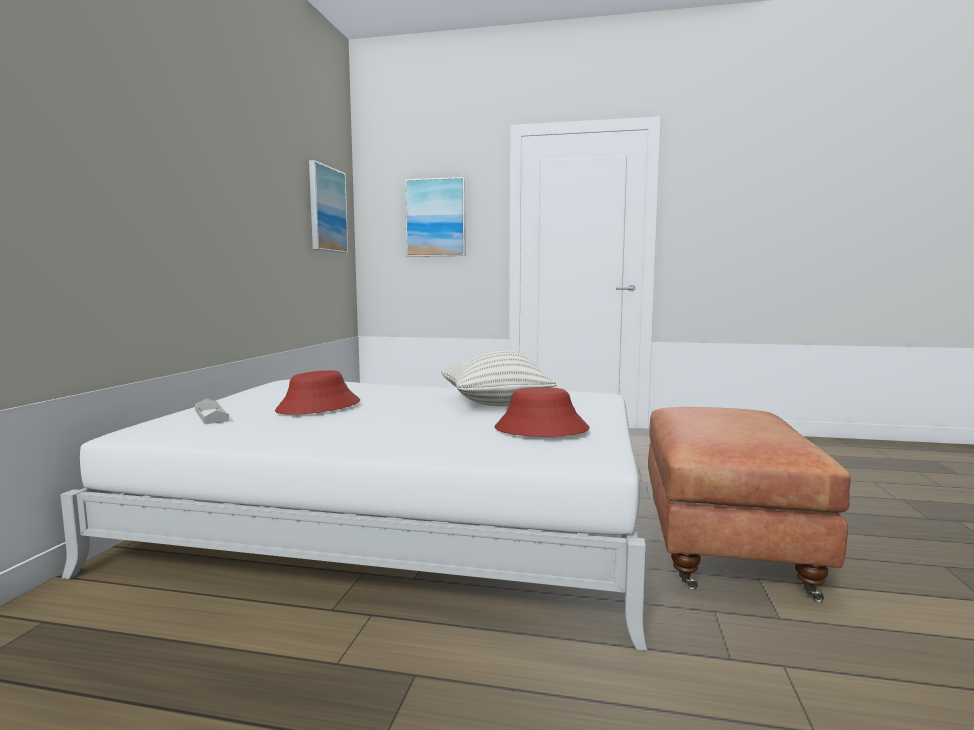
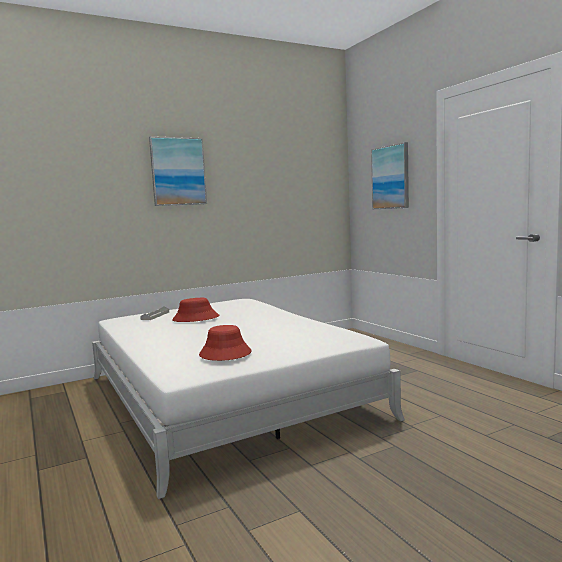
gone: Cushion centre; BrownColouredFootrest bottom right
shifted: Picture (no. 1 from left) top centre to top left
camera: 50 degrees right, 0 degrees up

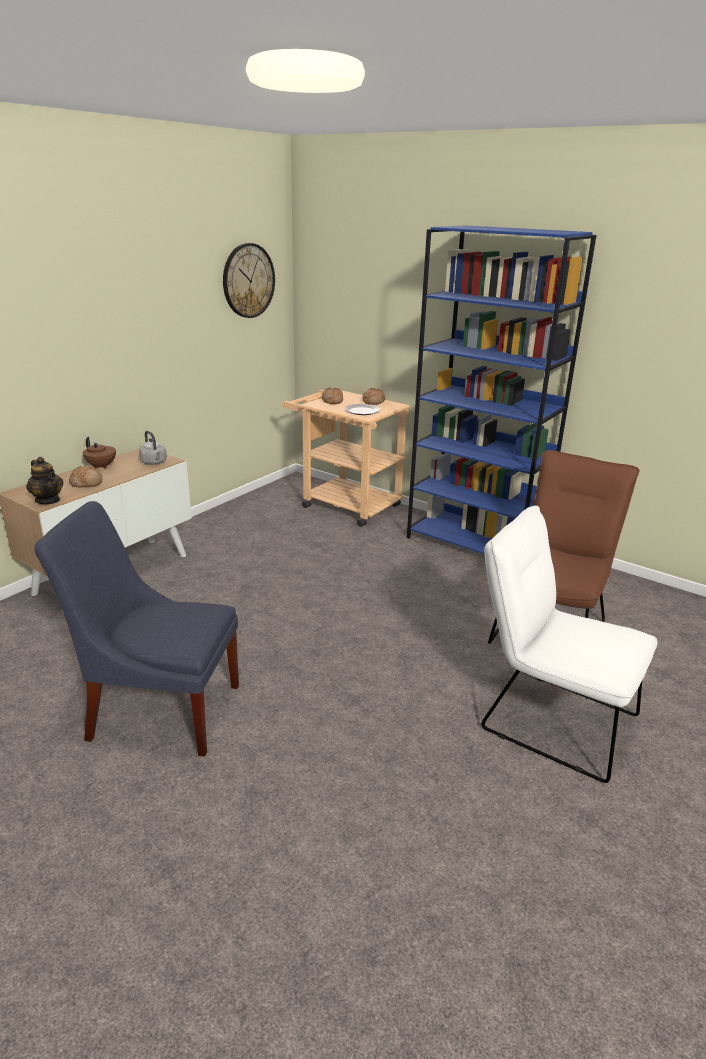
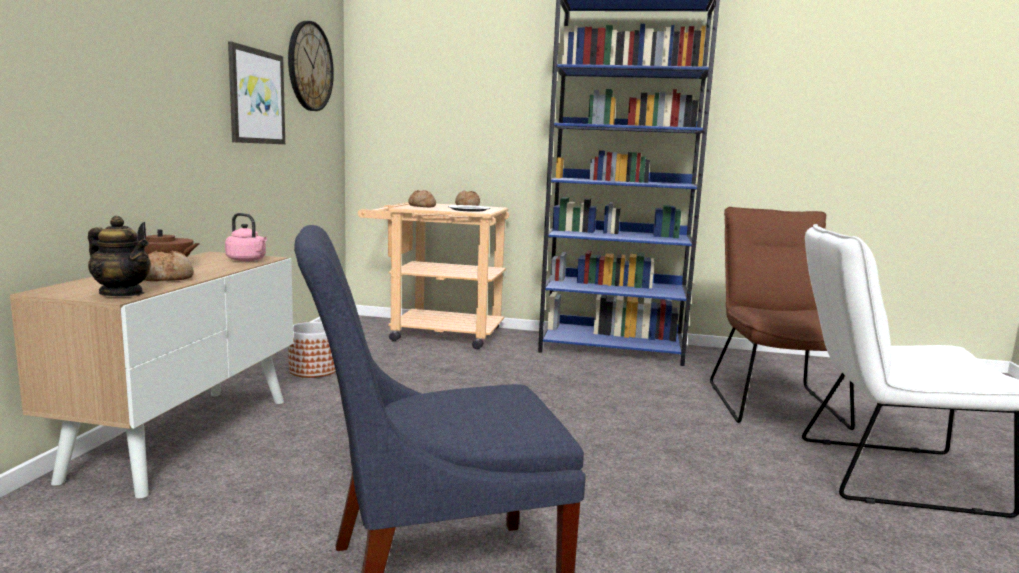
new: Picture top left; Planter middle left
repainted: GreyishKettle middle left to PinkColouredKettle middle left
camera: 25 degrees left, 15 degrees down

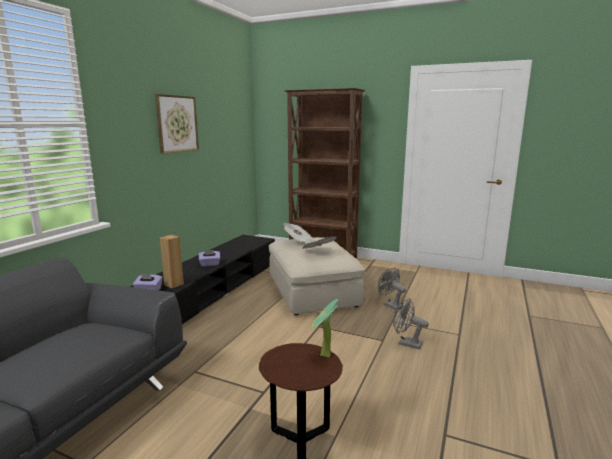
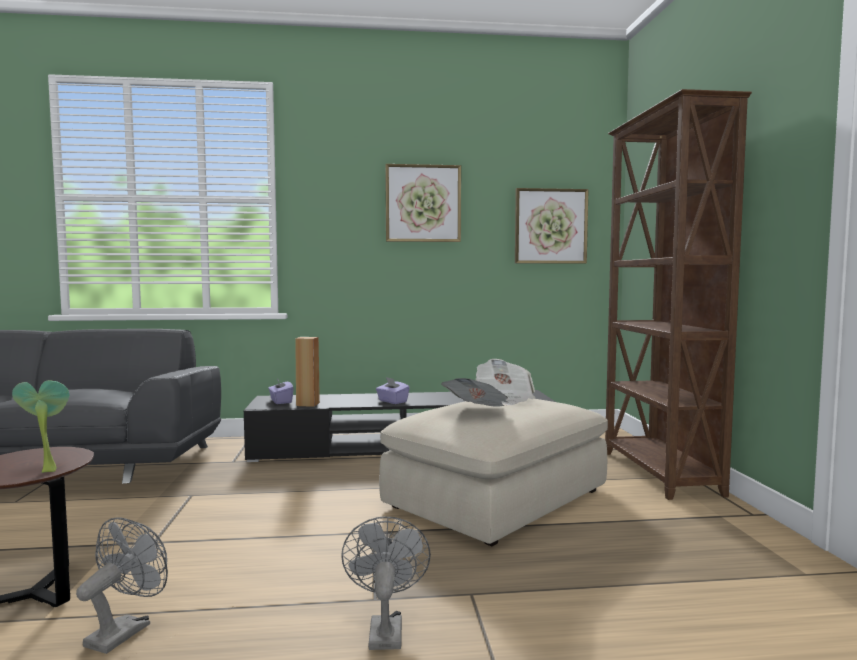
new: Picture (no. 2 from left) centre
shifted: GreyishFan (no. 1 from left) centre to bottom left
camera: 60 degrees right, 10 degrees down

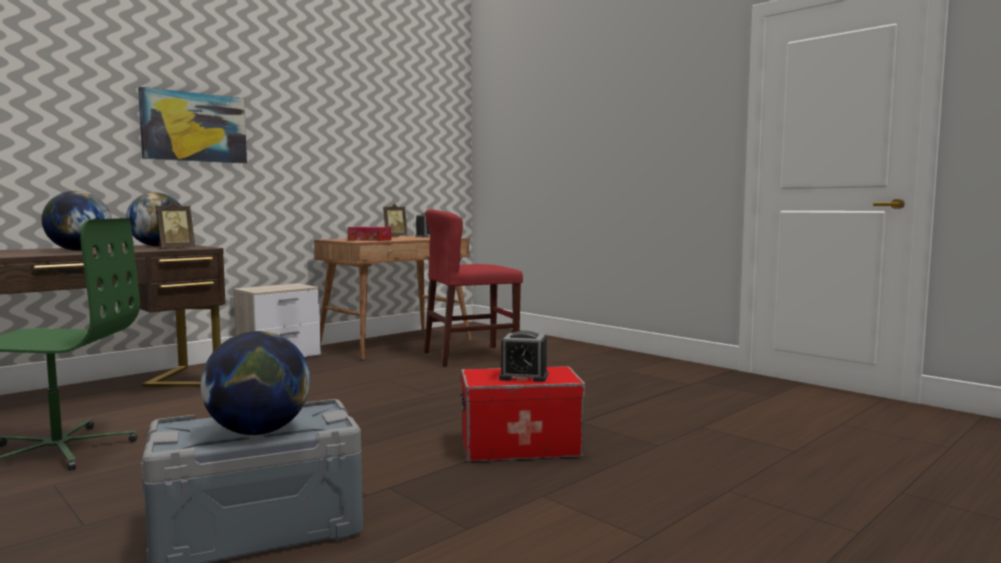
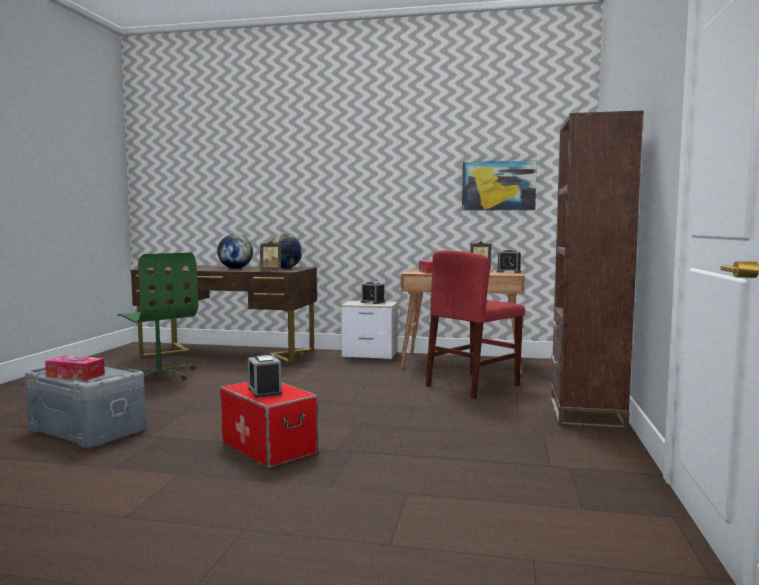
new: TableClock (no. 2 from left) centre; BrownColouredBookshelf middle right
shifted: Picture top left to top centre
swapped: Globe (no. 3 from left) bottom left to TissueBox (no. 1 from left) middle left
rotated: ReddishChair centre = centre 75 degrees counterclockwise
camera: 55 degrees right, 0 degrees up

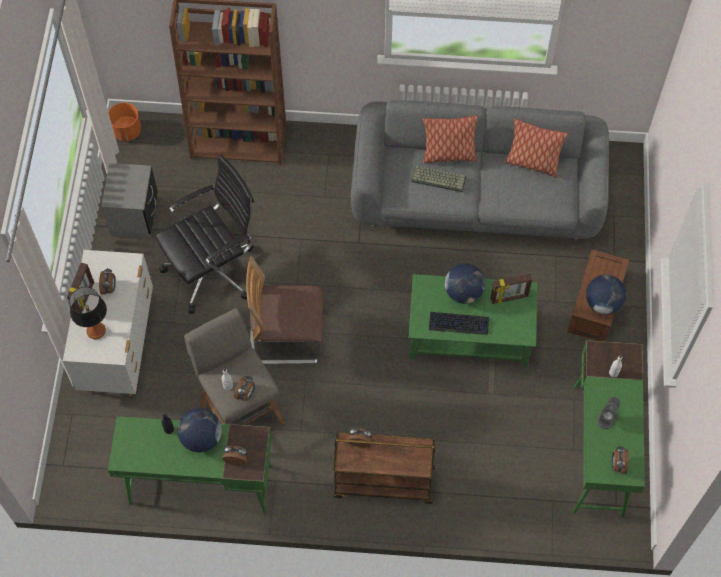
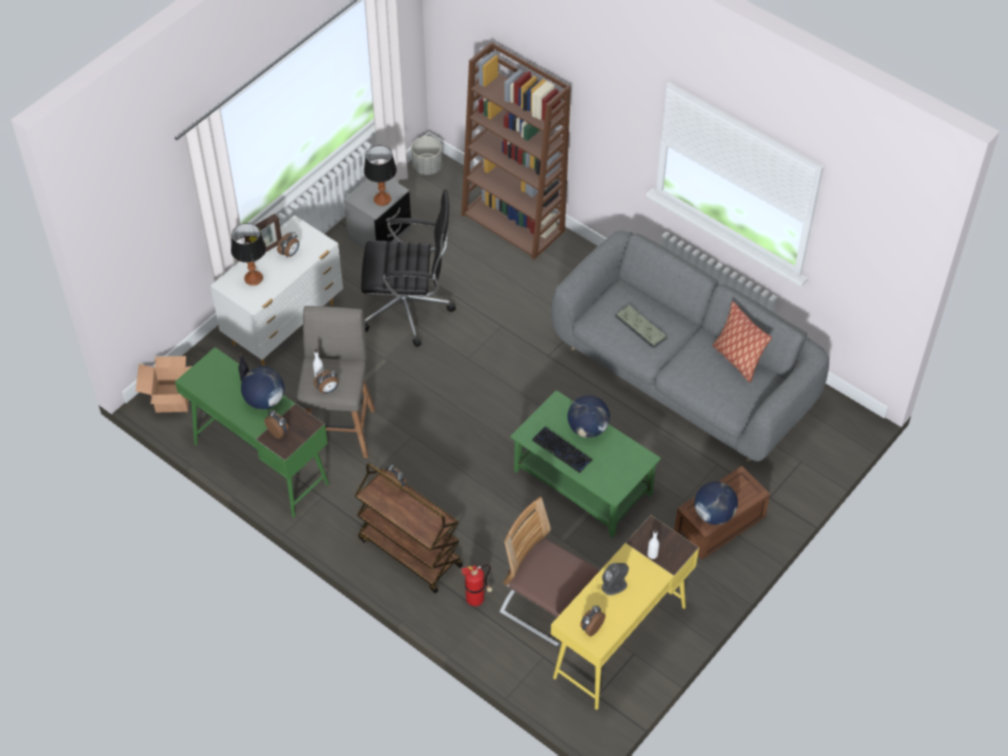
gone: Cushion (no. 1 from left) top centre; PhotoFrame (no. 2 from left) middle right
new: Carton middle left; TabletopLamp (no. 2 from left) top centre; Extinguisher bottom centre
shifted: Chair centre to bottom centre
repainted: OrangePlanter top left to GreyishPlanter top centre; GreenColouredDesk (no. 2 from left) bottom right to YellowDesk bottom centre
camera: 35 degrees right, 10 degrees down

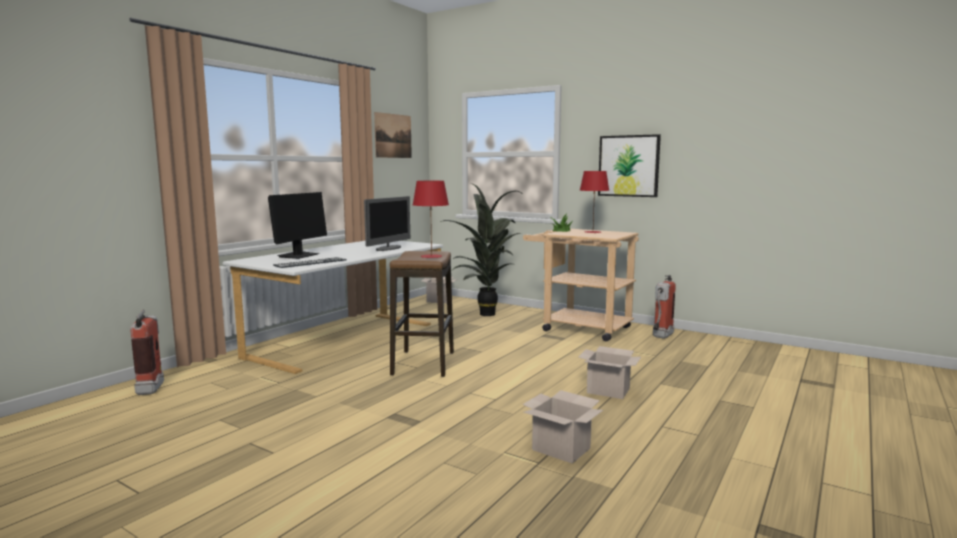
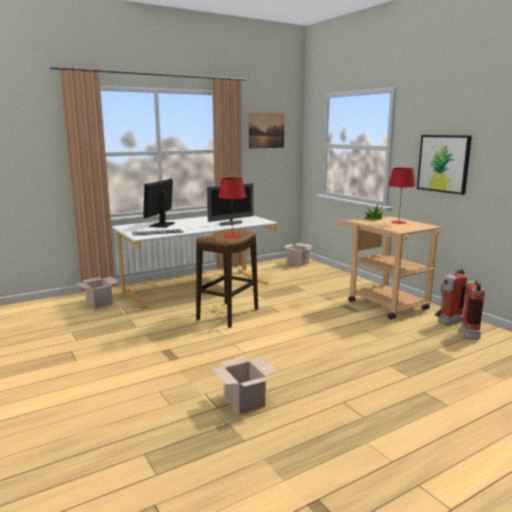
gone: Houseplant (no. 1 from left) centre
shifted: Extinguisher (no. 1 from left in the first image) middle left to Extinguisher (no. 2 from left) middle right; Carton (no. 3 from left in the first image) bottom centre to Carton (no. 1 from left) middle left
rotated: ComputerDisplay (no. 1 from left) middle left = middle left 150 degrees clockwise
camera: 25 degrees right, 5 degrees up

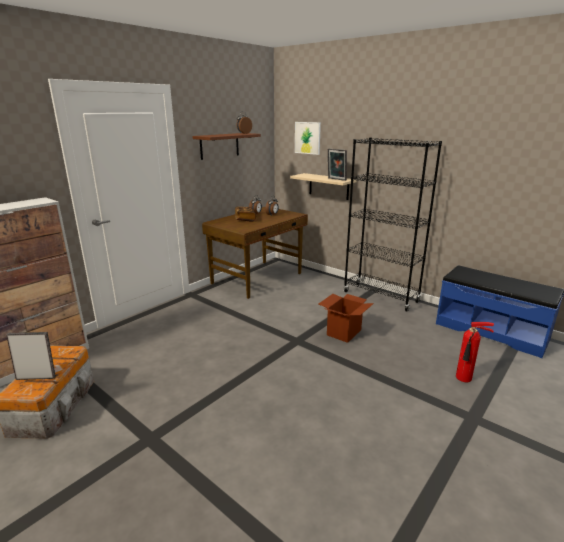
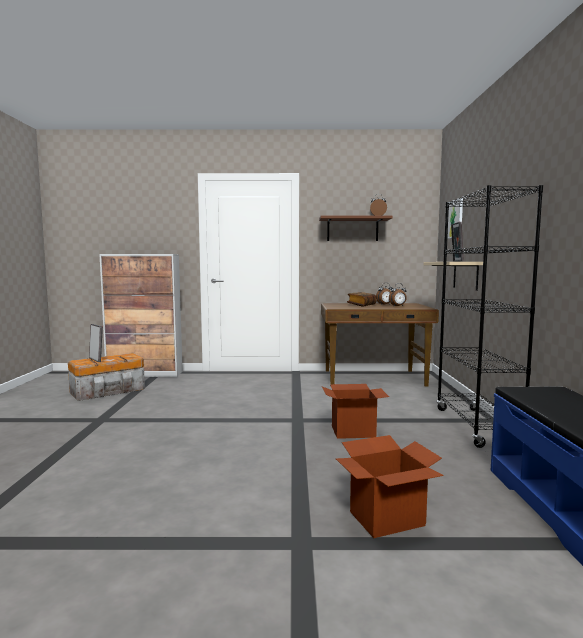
swapped: Extinguisher middle right to Carton (no. 2 from left) bottom right
camera: 50 degrees right, 15 degrees down

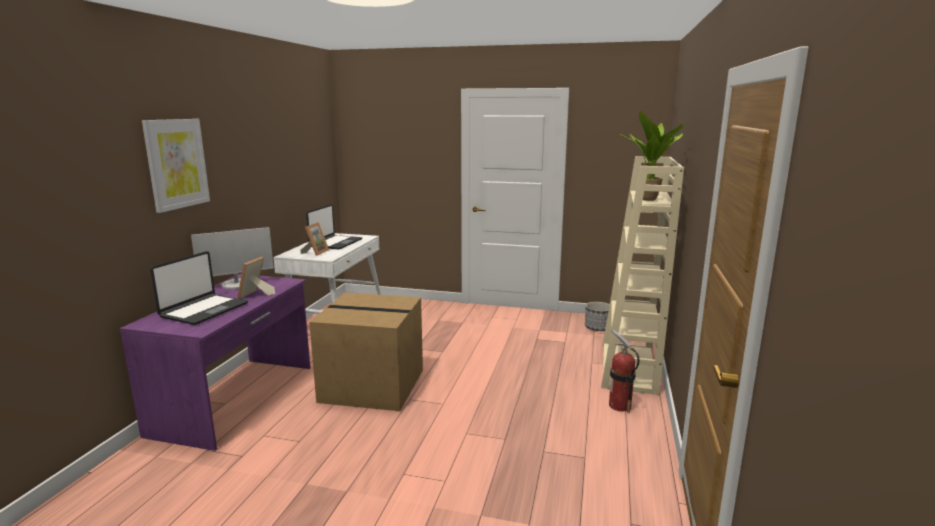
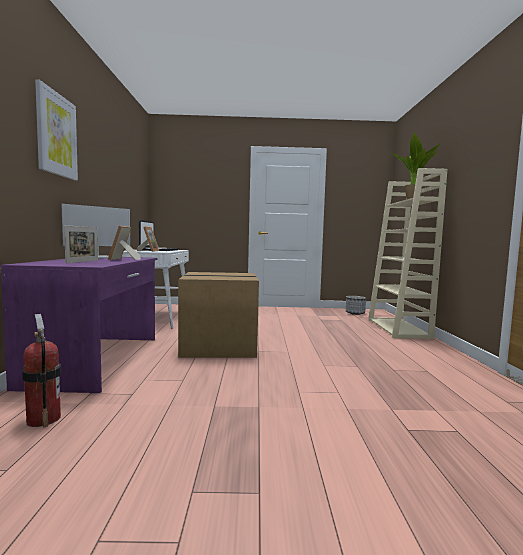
shifted: Extinguisher bottom right to bottom left
swapped: PortableComputer (no. 1 from left) middle left to PhotoFrame (no. 1 from left) middle left
camera: 15 degrees left, 10 degrees down

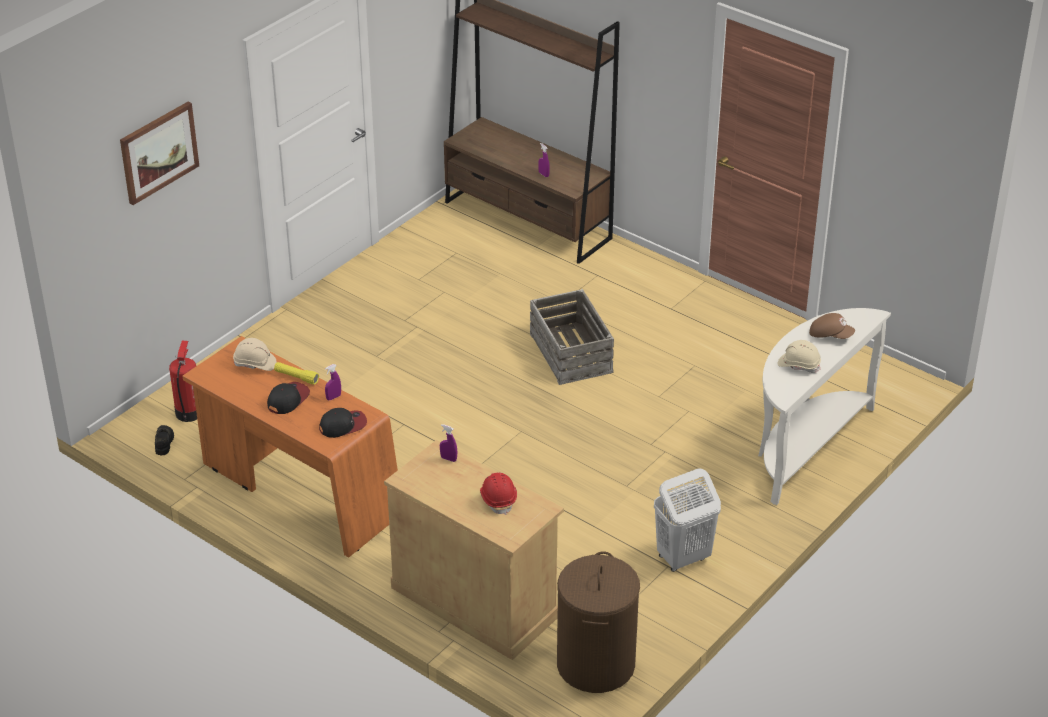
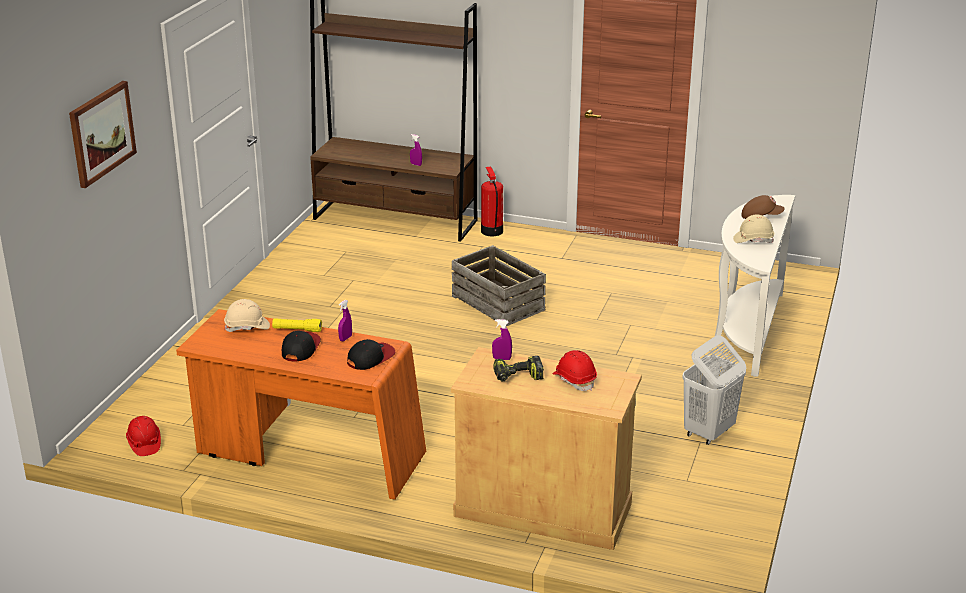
gone: BrownColouredLaundryBasket bottom centre
new: PowerDrill centre
shifted: Extinguisher middle left to centre
swapped: BlackishLowShoe middle left to ReddishWorkHelmet (no. 1 from left) bottom left
camera: 20 degrees left, 10 degrees down

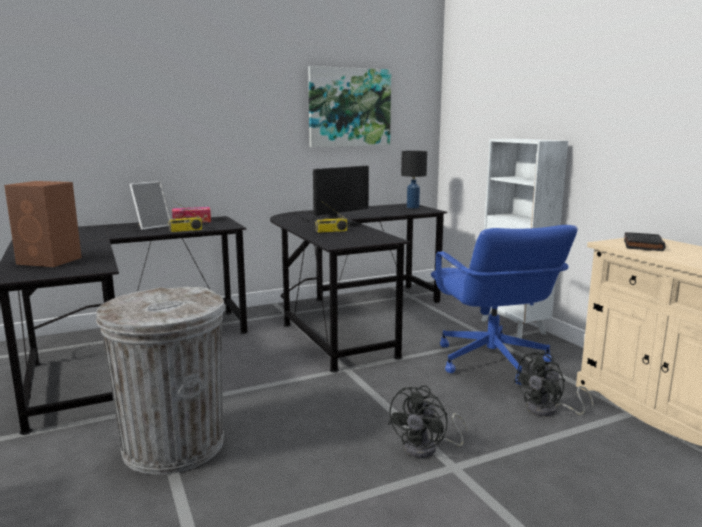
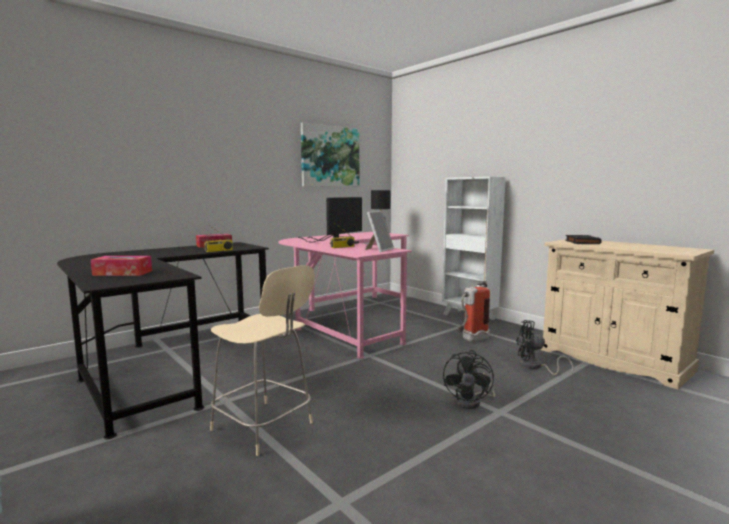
shifted: PhotoFrame middle left to centre
swapped: BrownColouredAudioSpeaker middle left to TissueBox (no. 1 from left) middle left; GreyishWasteBin bottom left to SandColouredChair bottom centre; BluishComputerChair middle right to Extinguisher centre
repainted: BlackishDesk (no. 2 from left) centre to PinkColouredDesk centre
rotated: BlackishFan (no. 2 from left) bottom right = middle right 60 degrees clockwise
camera: 15 degrees left, 5 degrees down

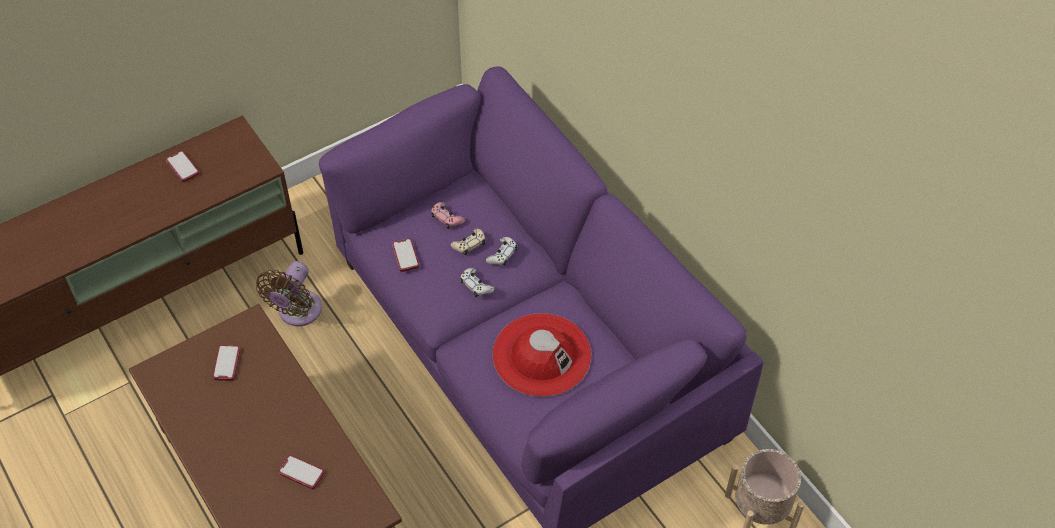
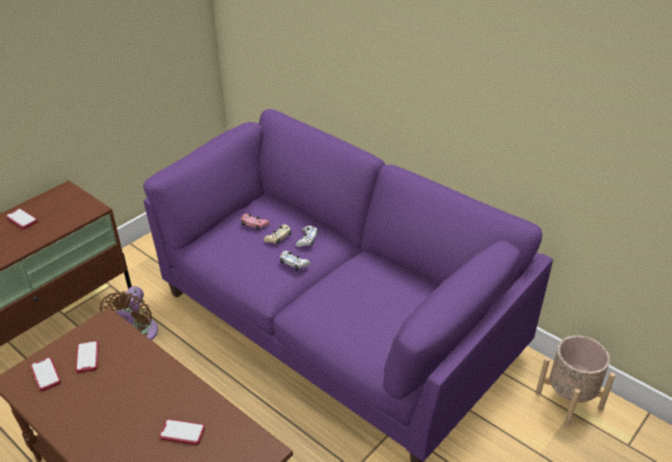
gone: ReddishClothingHat bottom centre
shifted: Telephone (no. 4 from left in the first image) centre to Telephone (no. 2 from left) bottom left
camera: 15 degrees left, 15 degrees down

